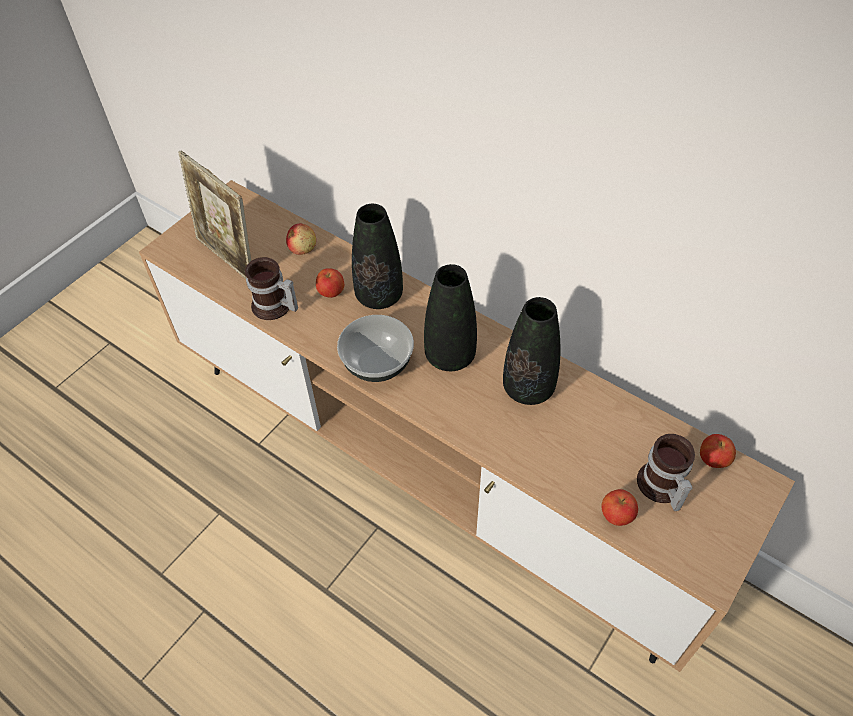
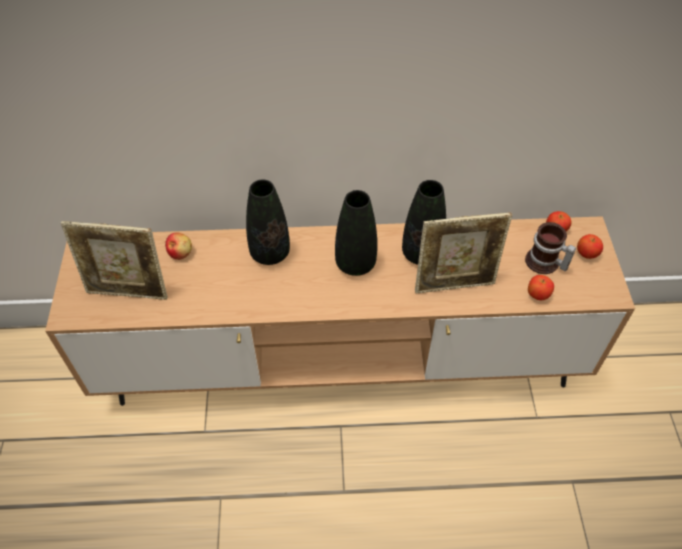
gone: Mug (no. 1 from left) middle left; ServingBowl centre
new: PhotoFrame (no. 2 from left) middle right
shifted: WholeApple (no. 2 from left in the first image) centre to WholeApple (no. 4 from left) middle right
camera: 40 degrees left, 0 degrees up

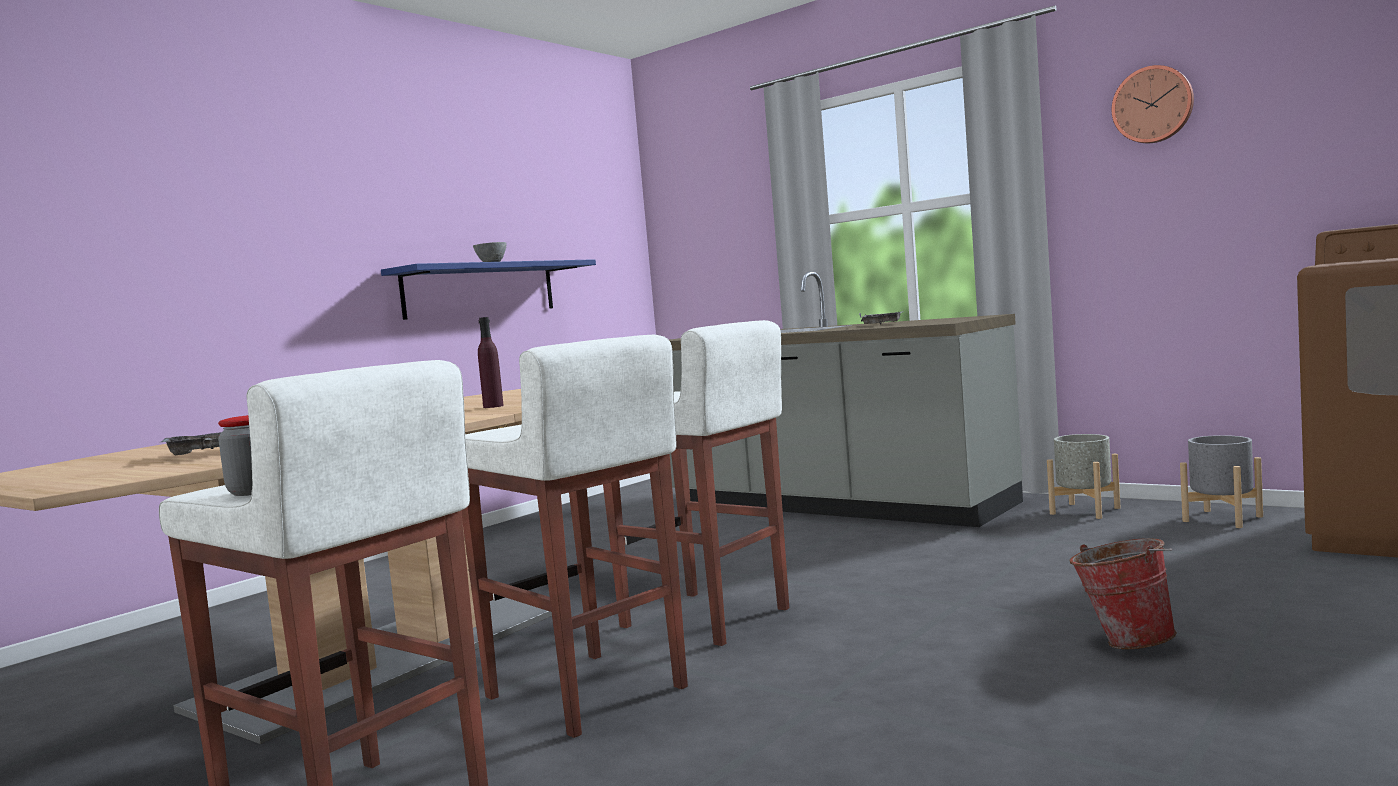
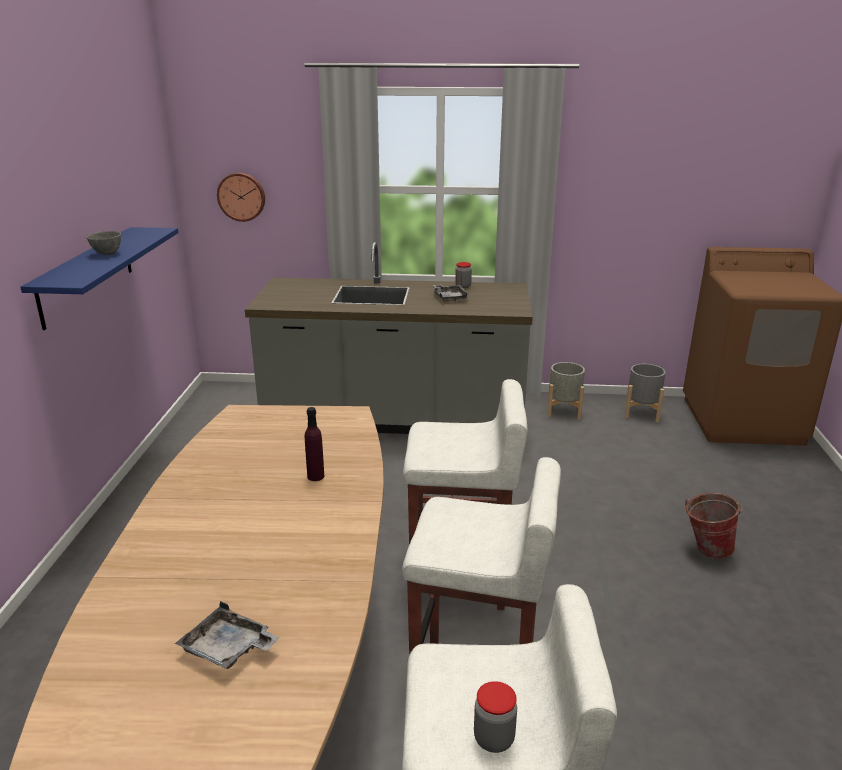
new: Jar (no. 1 from left) centre
shifted: ClockOnTheWall top right to top left
camera: 35 degrees left, 20 degrees up

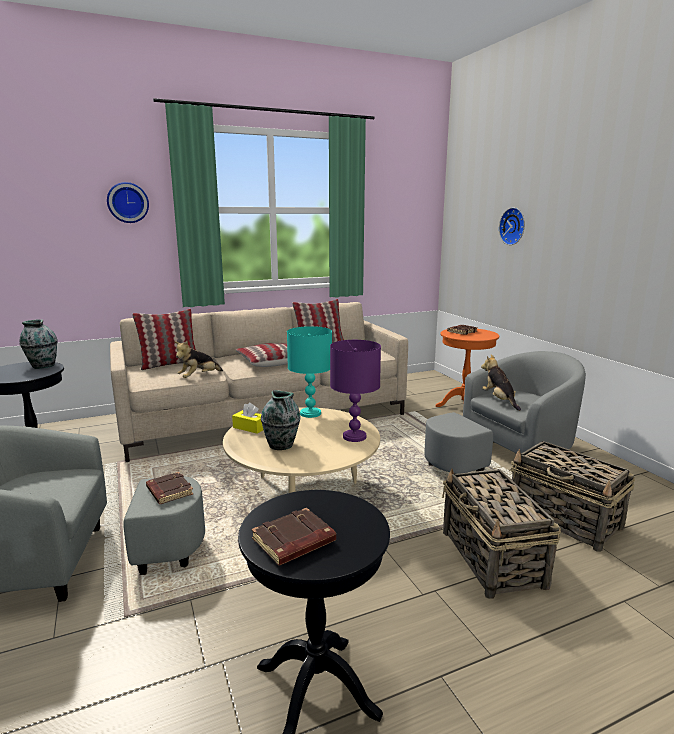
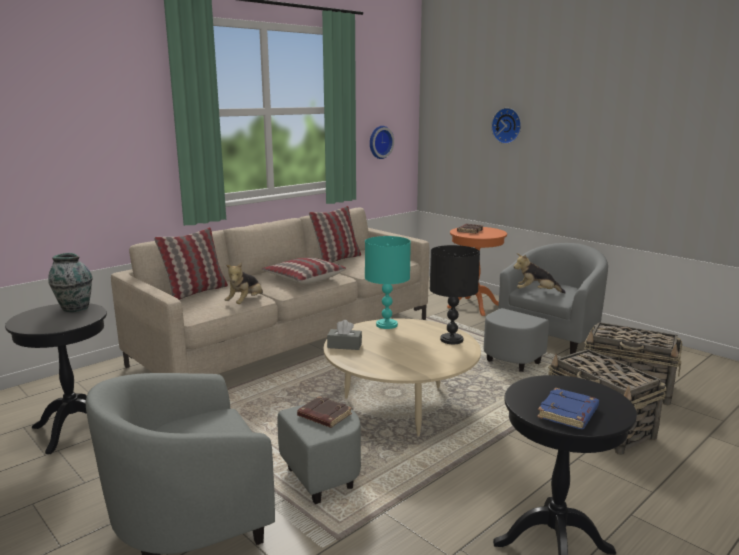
gone: Vase (no. 2 from left) centre
shifted: ClockOnTheWall (no. 1 from left) top left to top centre
repainted: YellowTissueBox centre to GreyishTissueBox centre; BrownColouredBook (no. 2 from left) bottom centre to BluishBook bottom right; PurplishTabletopLamp centre to BlackishTabletopLamp centre
rotated: SoftToy (no. 2 from left) middle right = middle right 45 degrees counterclockwise
camera: 20 degrees left, 0 degrees up

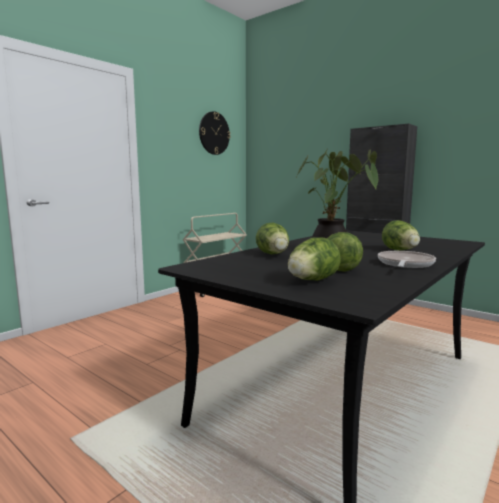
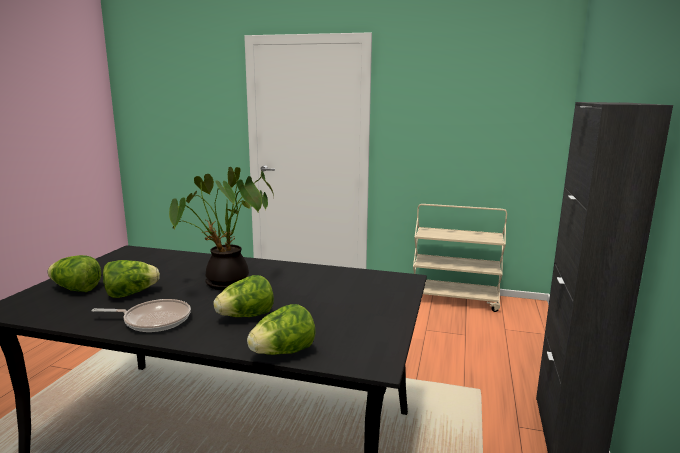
gone: ClockOnTheWall top centre
shifted: Lettuce (no. 1 from left in the first image) centre to Lettuce (no. 4 from left) bottom centre
camera: 65 degrees right, 5 degrees up

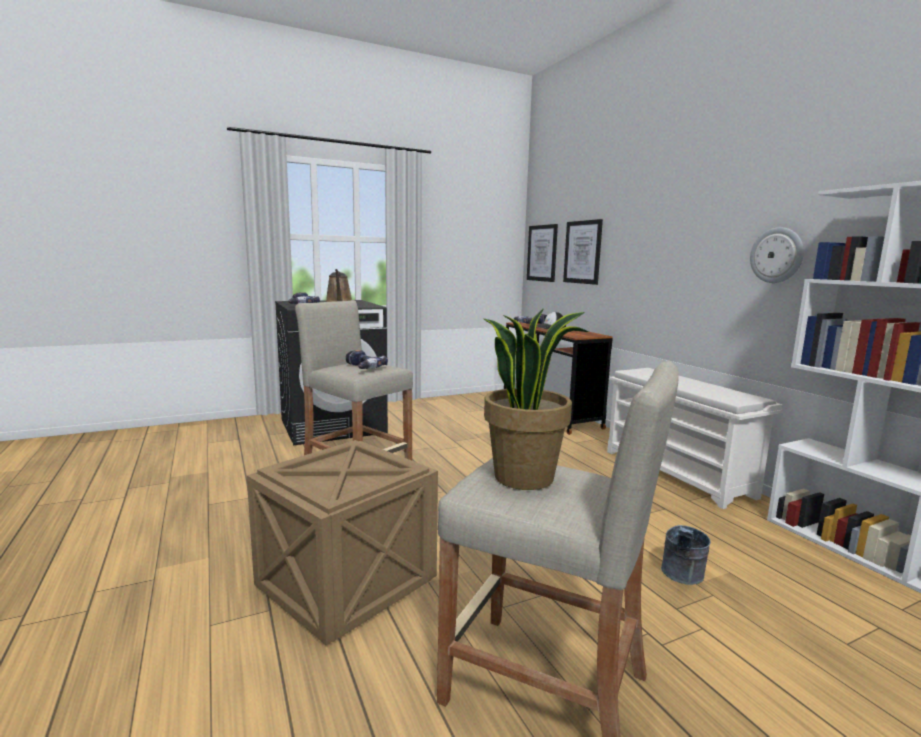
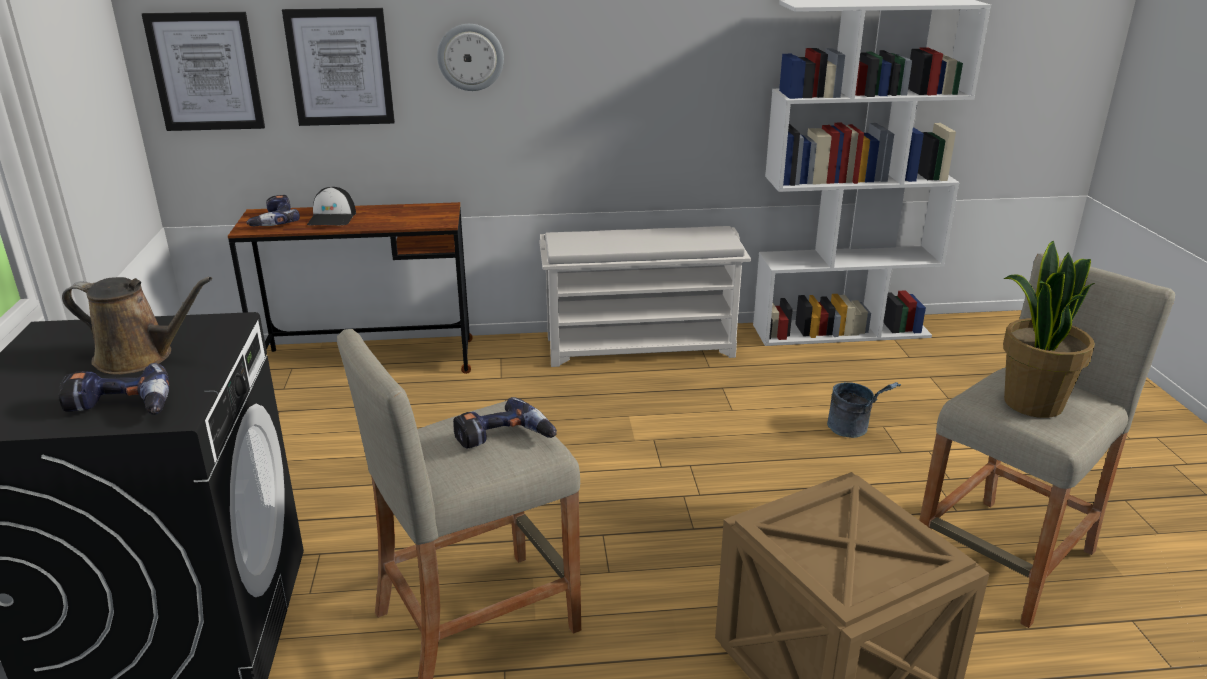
shifted: ClockOnTheWall middle right to top centre
camera: 70 degrees left, 15 degrees up

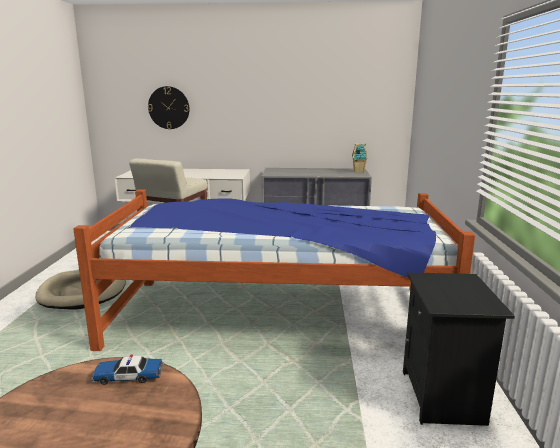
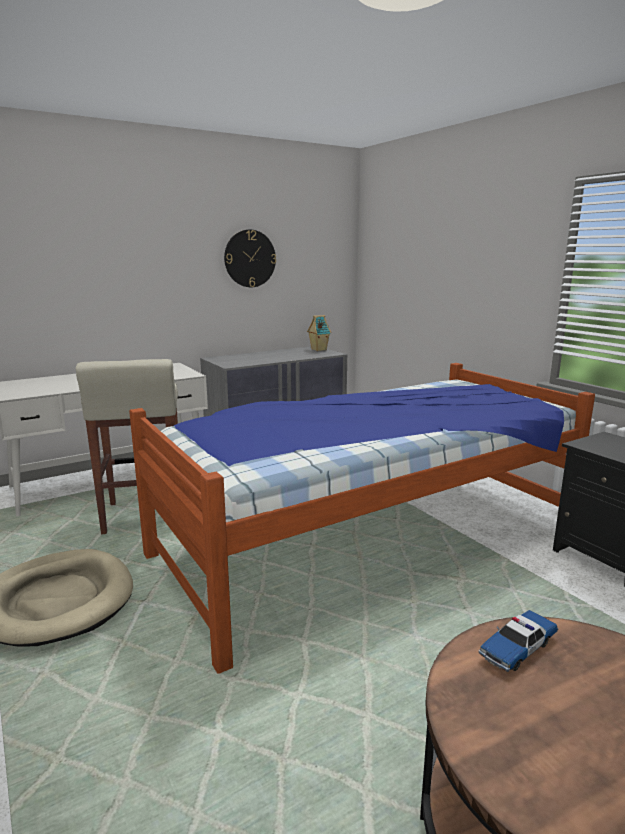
shifted: ClockOnTheWall top left to top centre
camera: 35 degrees left, 0 degrees up

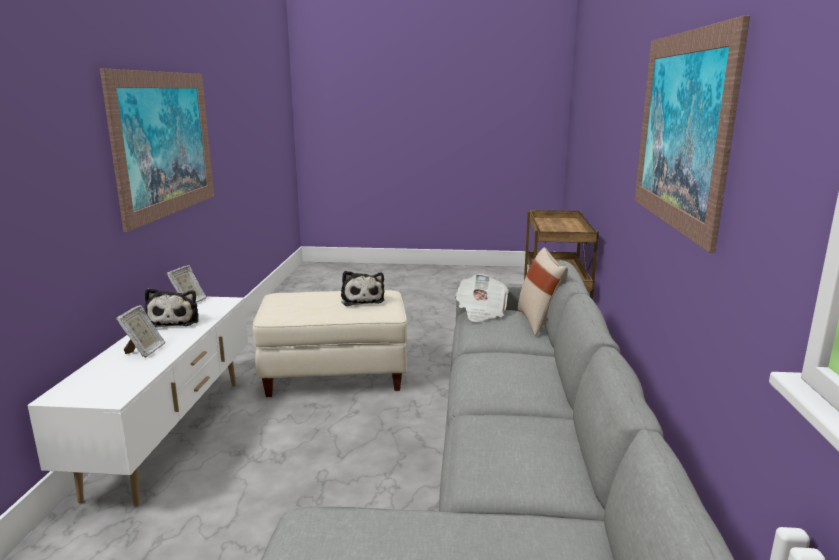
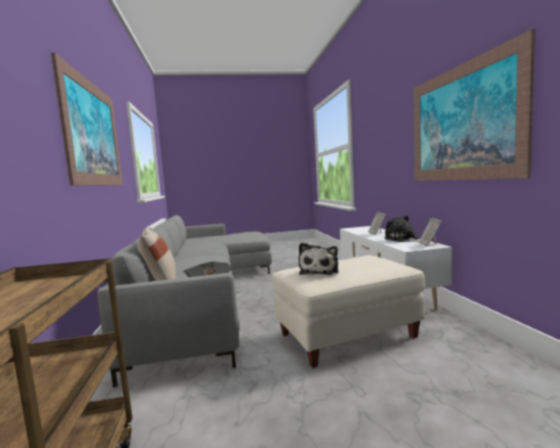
rotated: SoftToy (no. 2 from left in the first image) centre = centre 135 degrees counterclockwise
camera: 165 degrees right, 10 degrees down

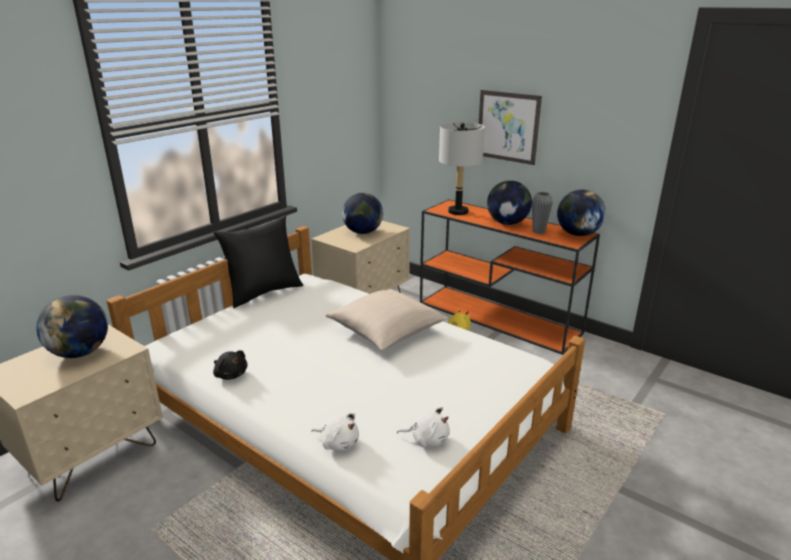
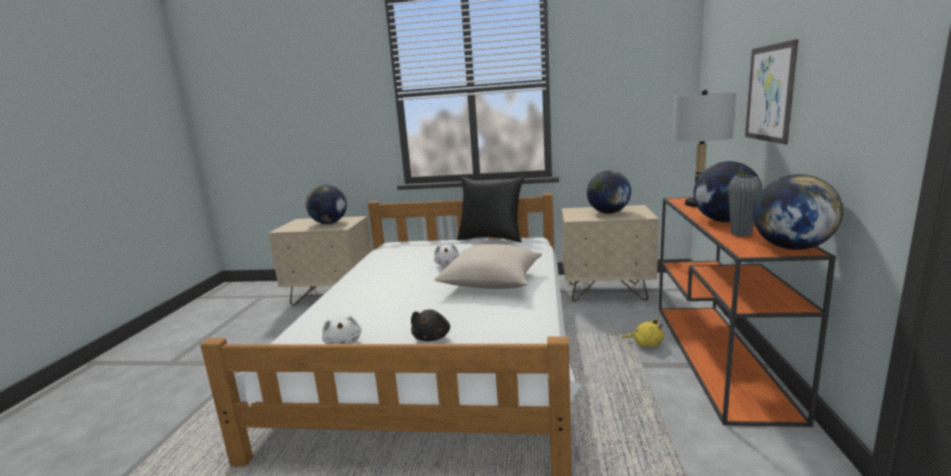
shifted: BlackishSoftToy middle left to bottom centre; WhiteSoftToy (no. 1 from left in the first image) bottom centre to WhiteSoftToy (no. 2 from left) centre
camera: 60 degrees right, 10 degrees down

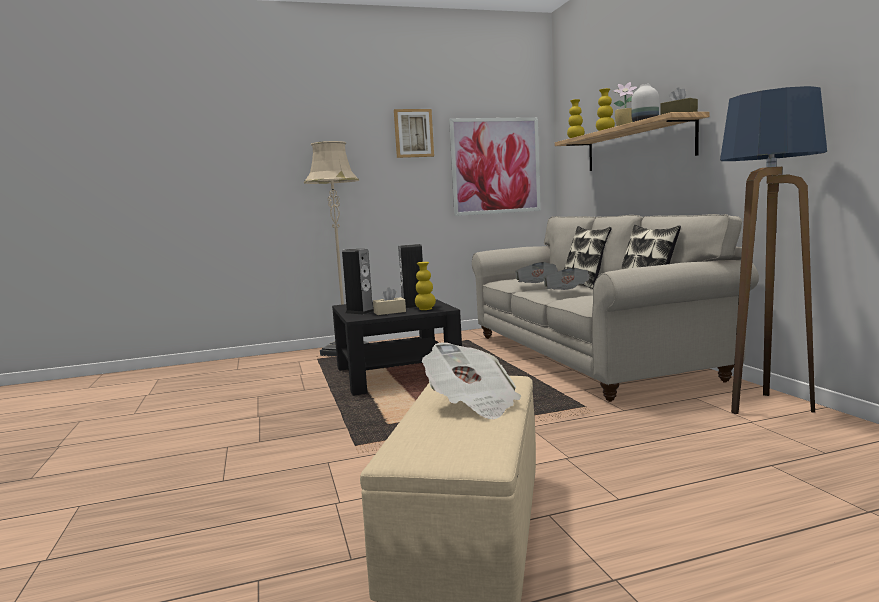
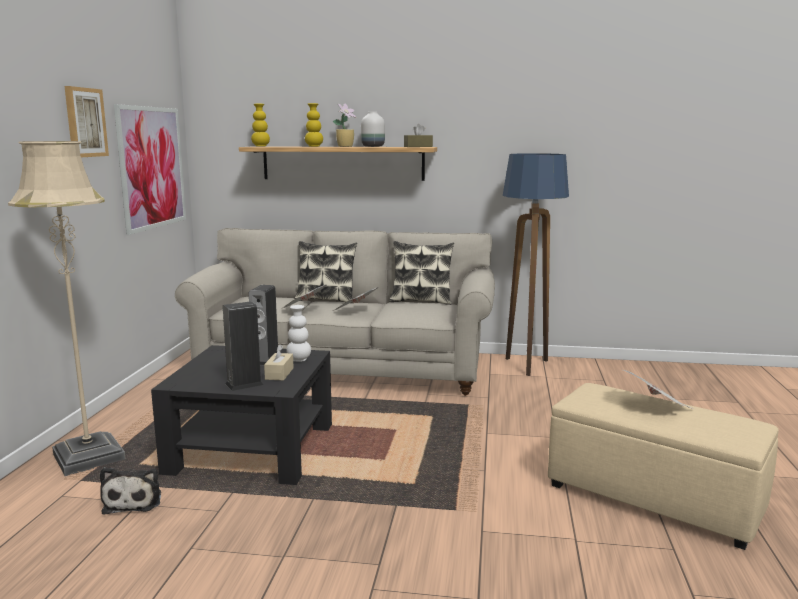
new: SoftToy bottom left
repainted: YellowVase (no. 1 from left) centre to WhiteVase (no. 1 from left) centre
camera: 65 degrees left, 5 degrees up

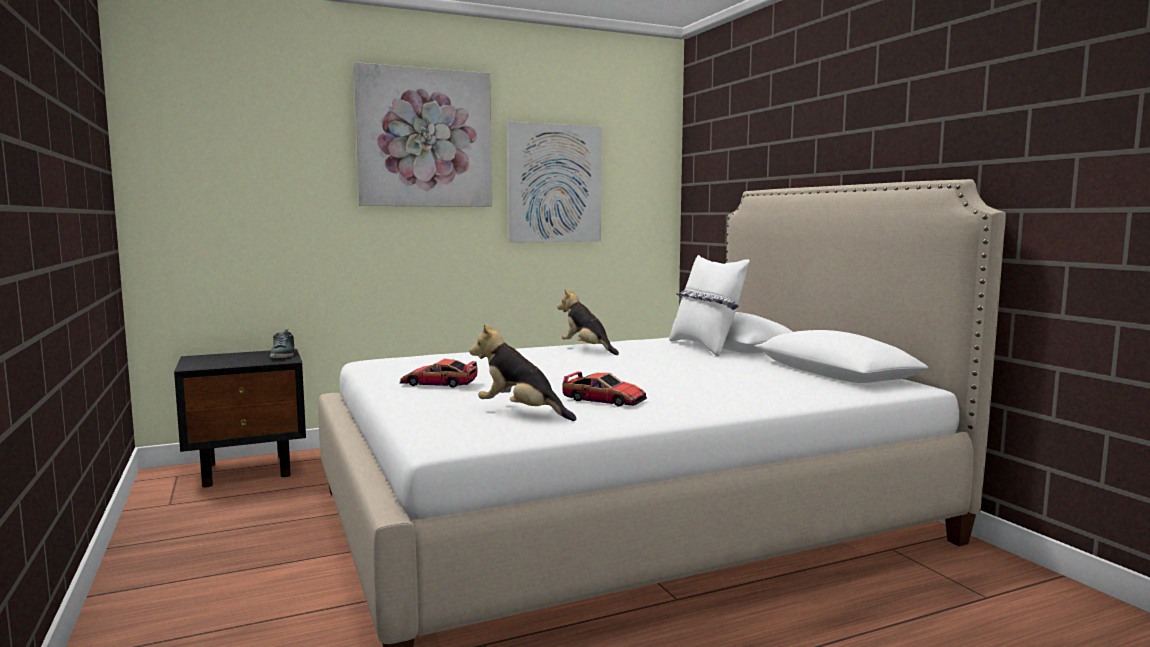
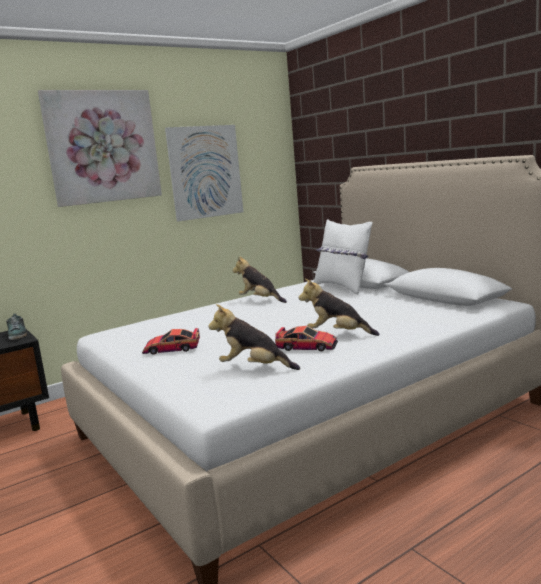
new: SoftToy (no. 3 from left) centre
camera: 10 degrees left, 5 degrees up

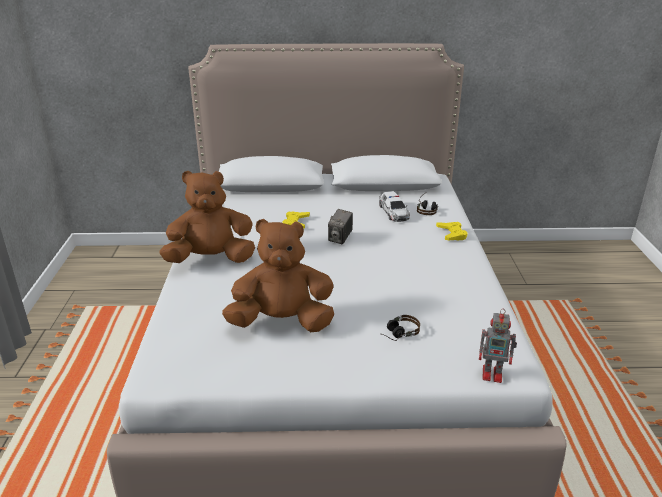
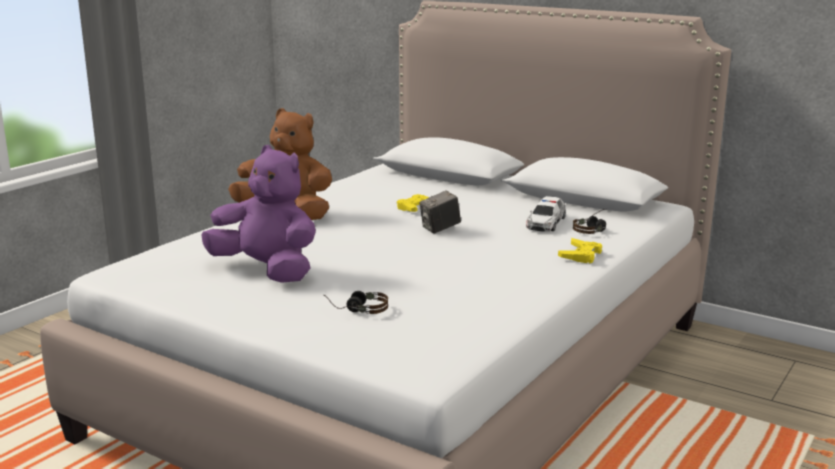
gone: RobotFigure bottom right
repainted: BrownColouredSoftToy (no. 2 from left) centre to PurplishSoftToy middle left
camera: 35 degrees right, 10 degrees down

